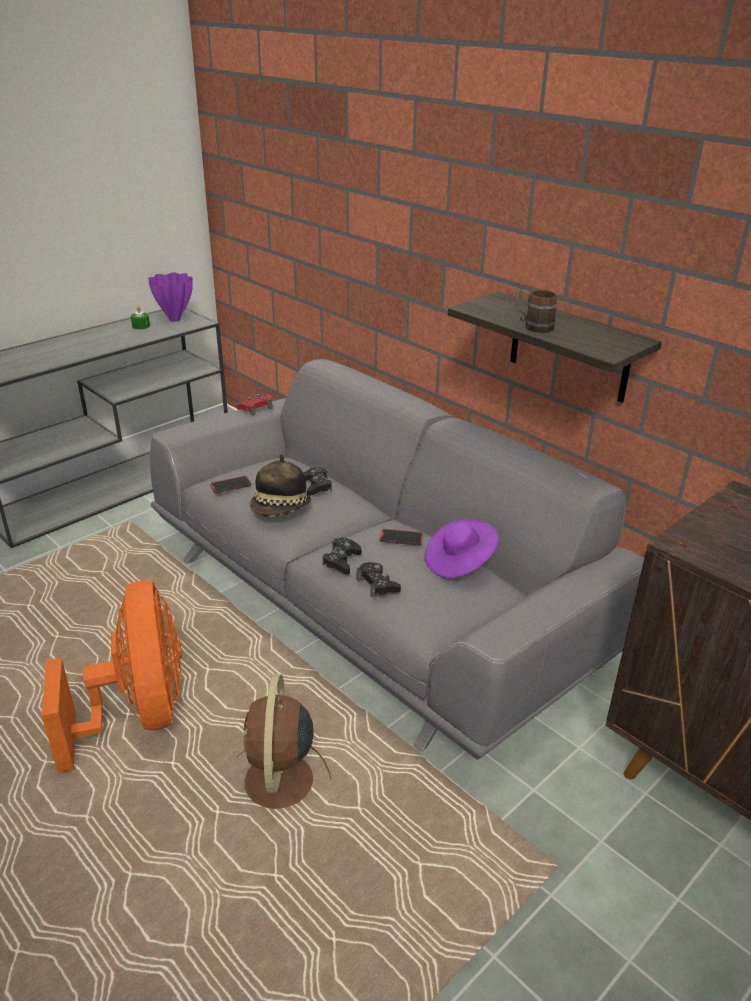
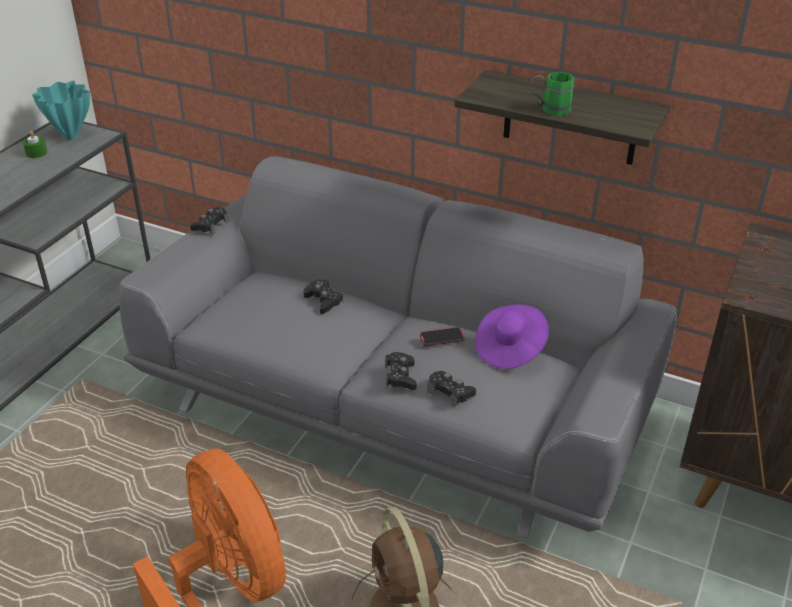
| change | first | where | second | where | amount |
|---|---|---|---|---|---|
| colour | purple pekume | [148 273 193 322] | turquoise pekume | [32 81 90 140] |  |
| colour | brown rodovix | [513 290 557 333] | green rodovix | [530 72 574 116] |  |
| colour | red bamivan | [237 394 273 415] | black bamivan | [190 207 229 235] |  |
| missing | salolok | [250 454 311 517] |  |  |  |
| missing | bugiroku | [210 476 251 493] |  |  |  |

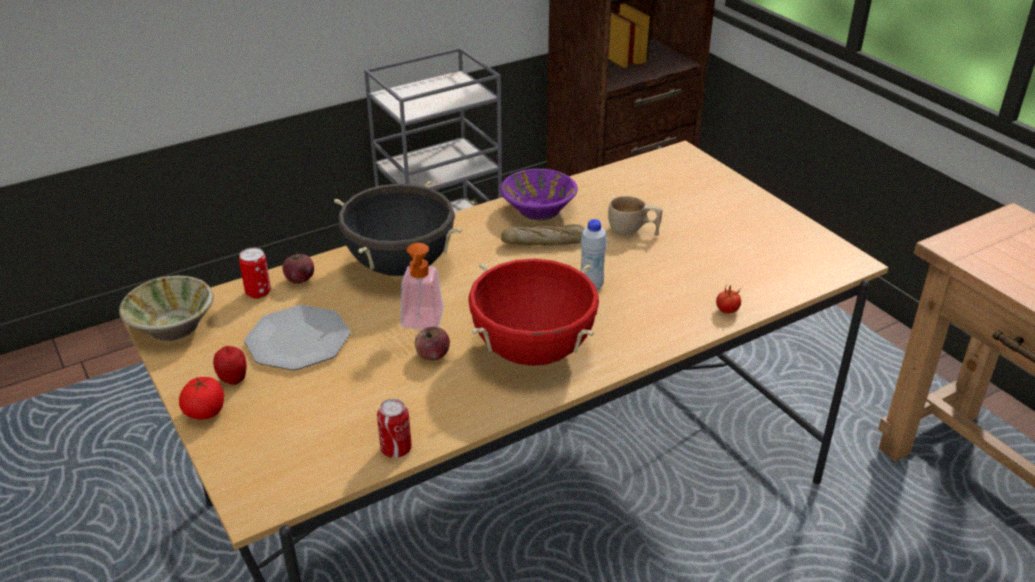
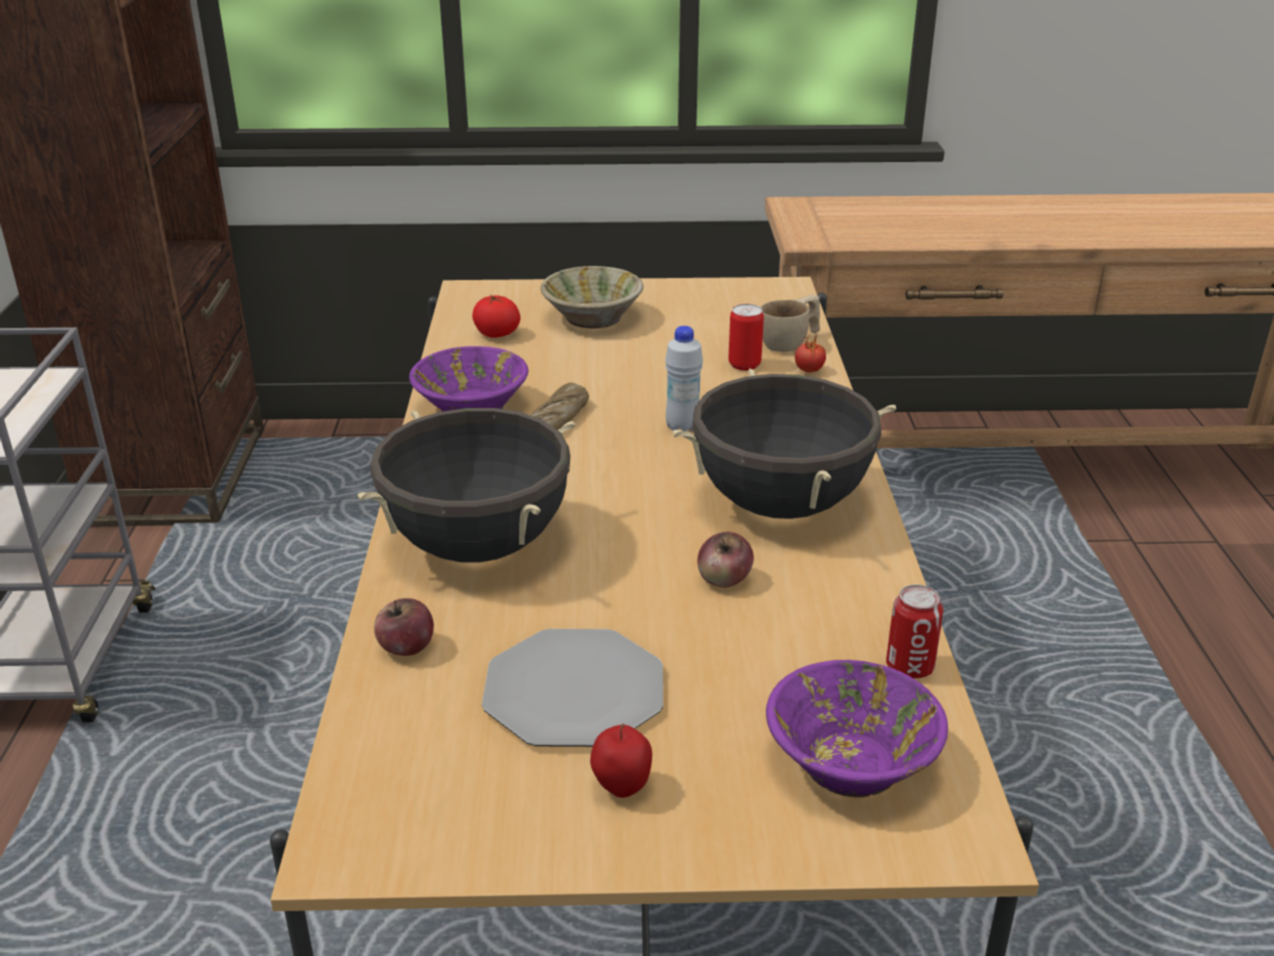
| change | first | where | second | where | amount |
|---|---|---|---|---|---|
| relocated | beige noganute | [608 196 663 236] |  | [761 295 820 352] |  |
| missing | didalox | [401 243 443 329] |  |  |  |
| relocated | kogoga | [239 248 271 299] |  | [729 304 764 371] |  |
| colour | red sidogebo | [468 259 599 366] | black sidogebo | [673 369 896 519] |  |
| relocated | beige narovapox | [119 276 214 341] |  | [541 266 643 329] |  |
| relocated | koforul | [179 377 224 420] |  | [472 294 520 338] |  |
| appeared |  |  | purple narovapox | [766 660 948 797] |  |

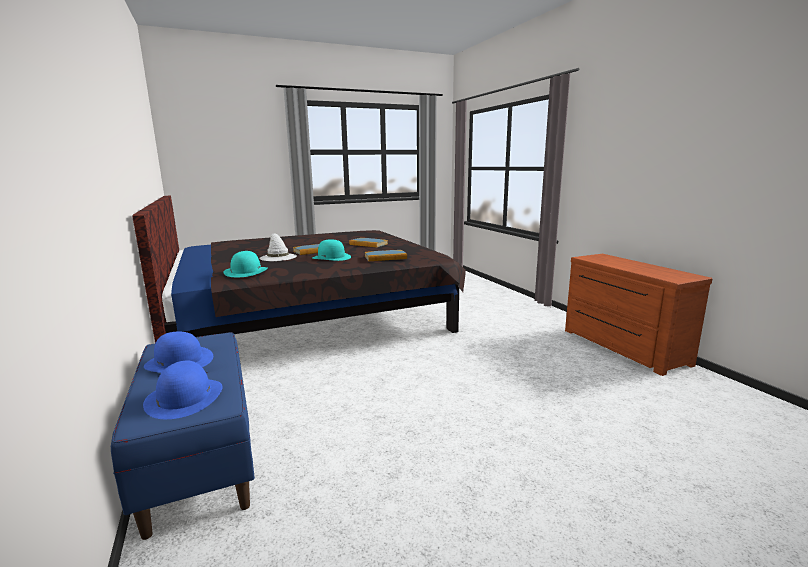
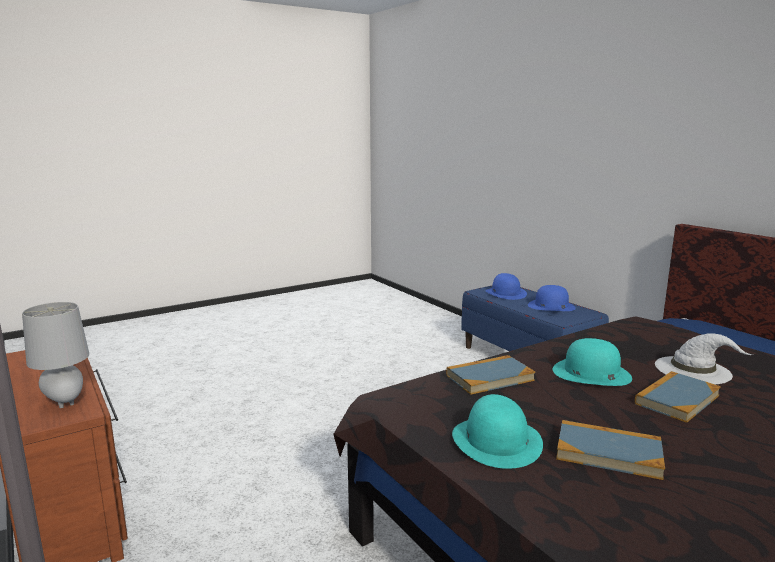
| change | first | where | second | where | amount |
|---|---|---|---|---|---|
| relocated | turquoise salolok | [224 251 268 277] |  | [452 394 543 469] |  |
| appeared |  |  | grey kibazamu | [22 302 89 408] |  |

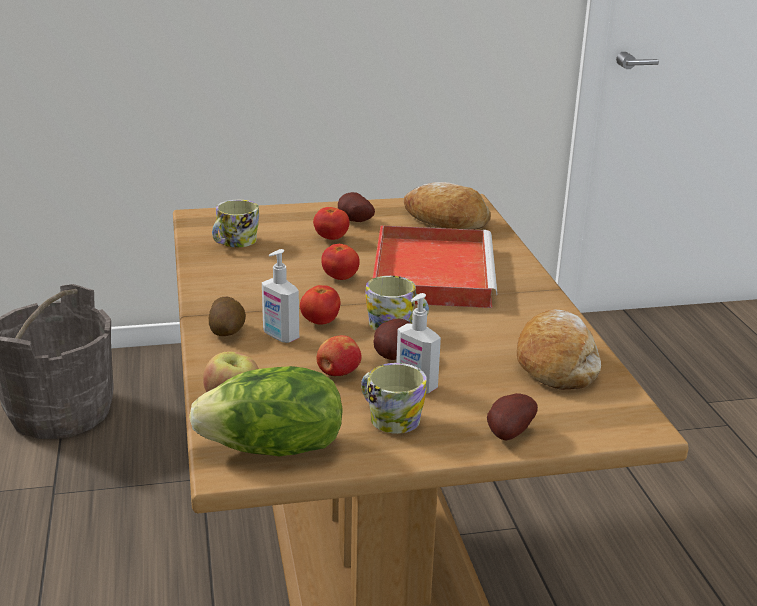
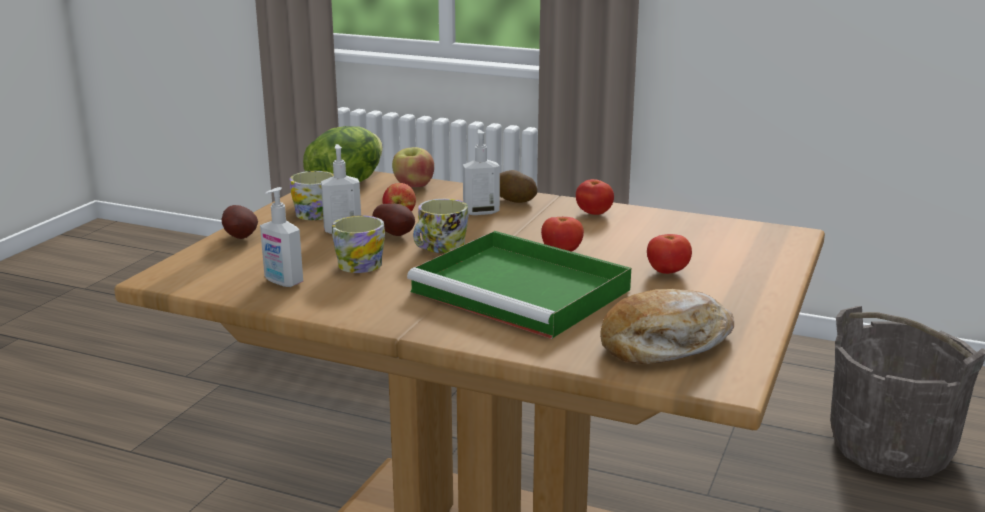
| change | first | where | second | where | amount |
|---|---|---|---|---|---|
| missing | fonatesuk | [338 192 375 222] |  |  |  |
| relocated | rodovix | [212 200 259 247] |  | [332 215 385 273] |  |
| colour | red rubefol | [372 225 497 308] | green rubefol | [407 231 631 339] |  |
| relocated | koforul | [300 285 341 325] |  | [576 179 614 215] |  |
| exchanged | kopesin | [517 309 601 390] | didalox | [260 187 303 287] |  |

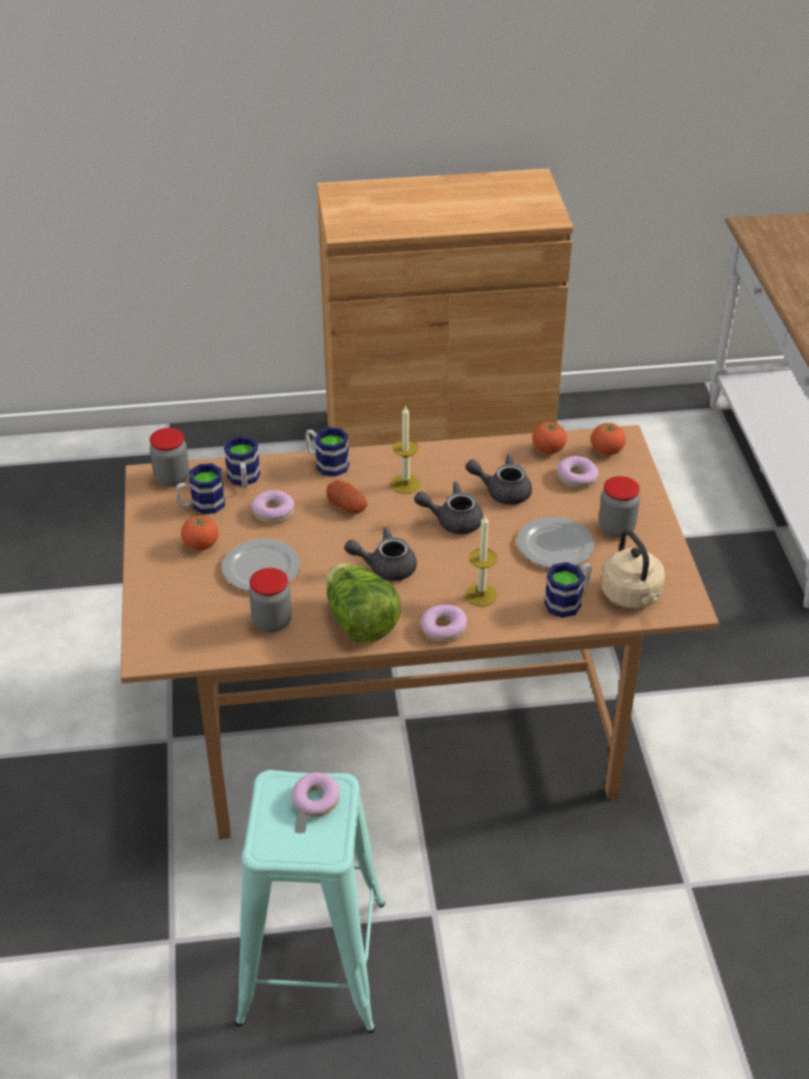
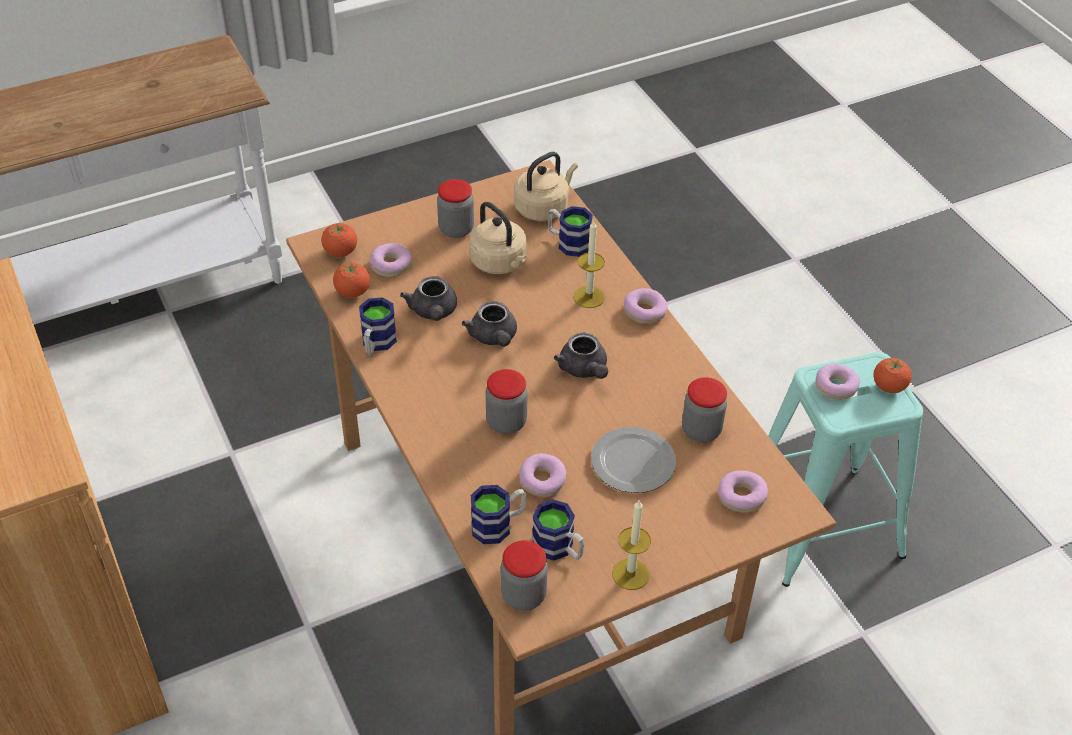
| change | first | where | second | where | amount |
|---|---|---|---|---|---|
| relocated | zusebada | [391 405 421 494] |  | [612 500 651 590] |  |
| relocated | rodovix | [305 427 349 477] |  | [359 297 397 355] |  |
| exchanged | fonatesuk | [327 480 368 514] | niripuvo | [486 369 527 434] |  |
| relocated | koforul | [181 515 218 550] |  | [873 358 912 393] |  |
| exchanged | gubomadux | [517 517 594 568] | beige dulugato | [469 202 527 274] |  |
| missing | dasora | [326 563 401 643] |  |  |  |
| appeared |  |  | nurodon | [718 471 768 513] |  |

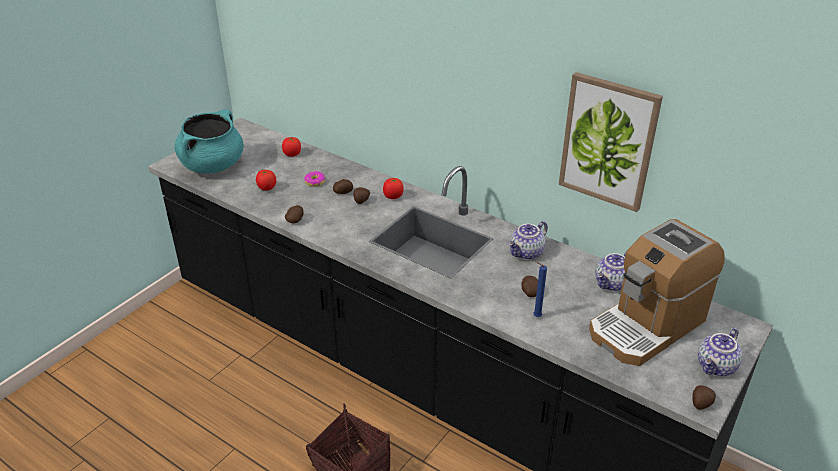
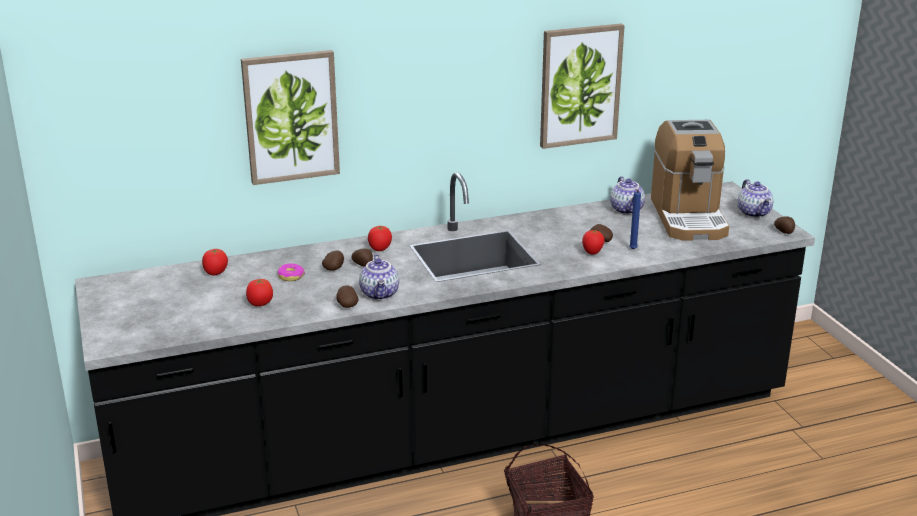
| change | first | where | second | where | amount |
|---|---|---|---|---|---|
| missing | turquoise sidogebo | [174 110 243 173] |  |  |  |
| relocated | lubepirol | [508 221 548 260] |  | [359 254 399 300] |  |
| appeared |  |  | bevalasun | [241 50 340 185] |  |
| appeared |  |  | koforul | [582 230 605 255] |  |

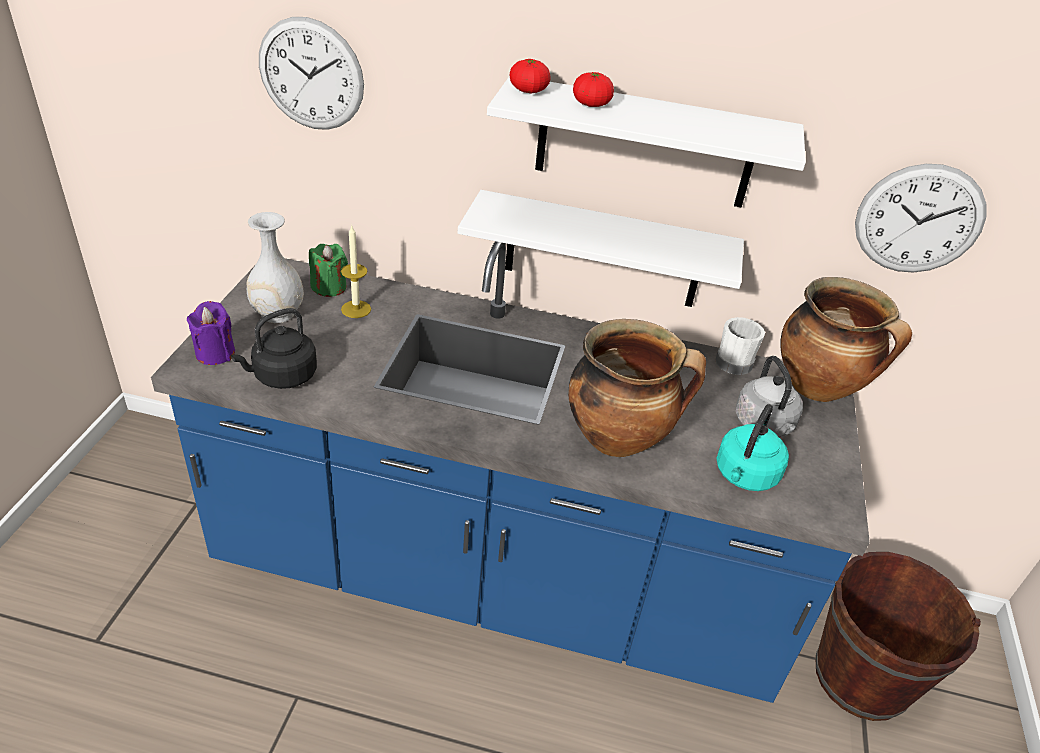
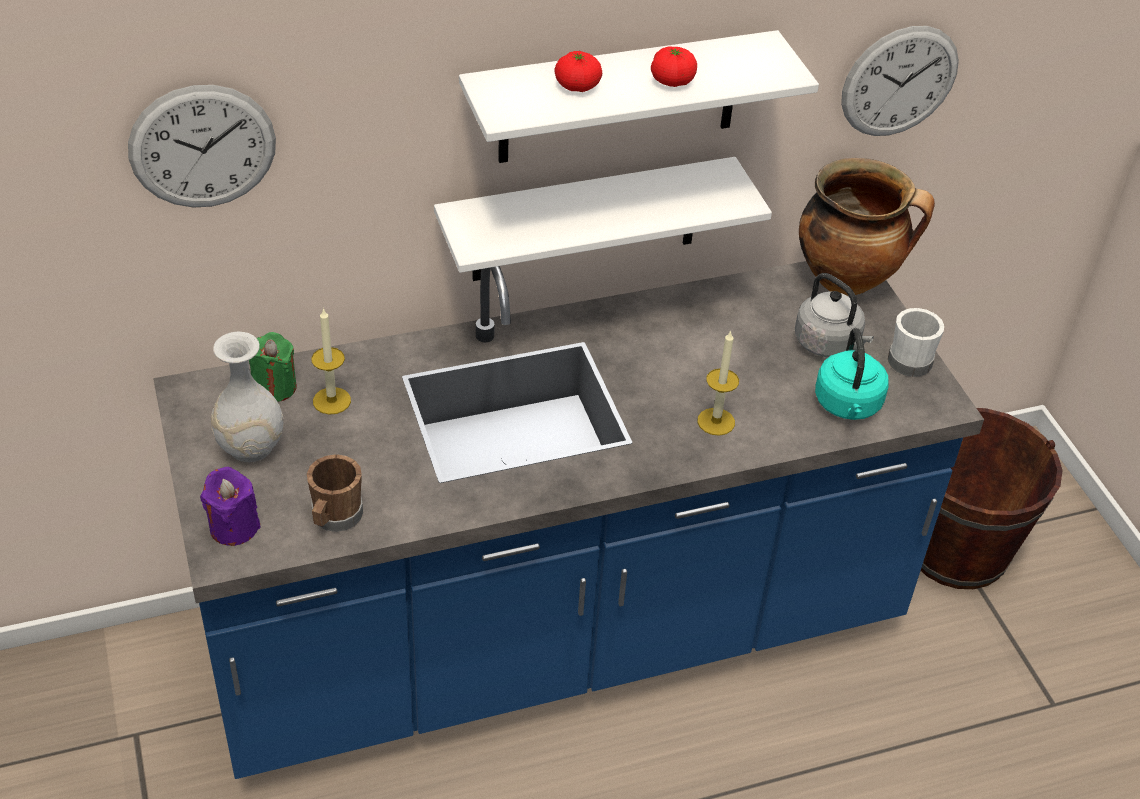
| change | first | where | second | where | amount |
|---|---|---|---|---|---|
| relocated | koforul | [510 59 551 93] |  | [651 46 697 87] |  |
| exchanged | black dulugato | [231 308 317 389] | brown rodovix | [307 454 363 532] |  |
| relocated | white rodovix | [715 317 765 375] |  | [888 308 944 377] |  |
| exchanged | sidogebo | [568 319 706 457] | zusebada | [697 330 739 436] |  |

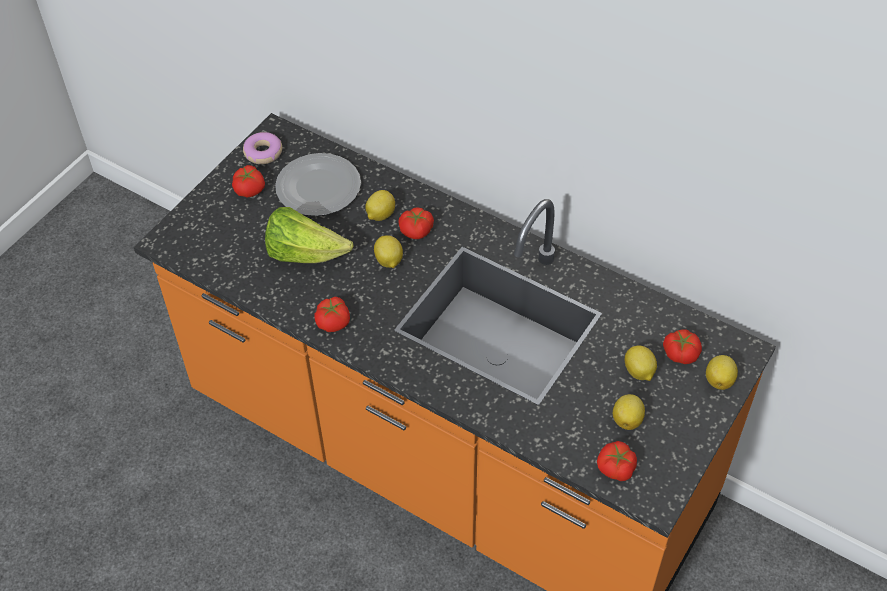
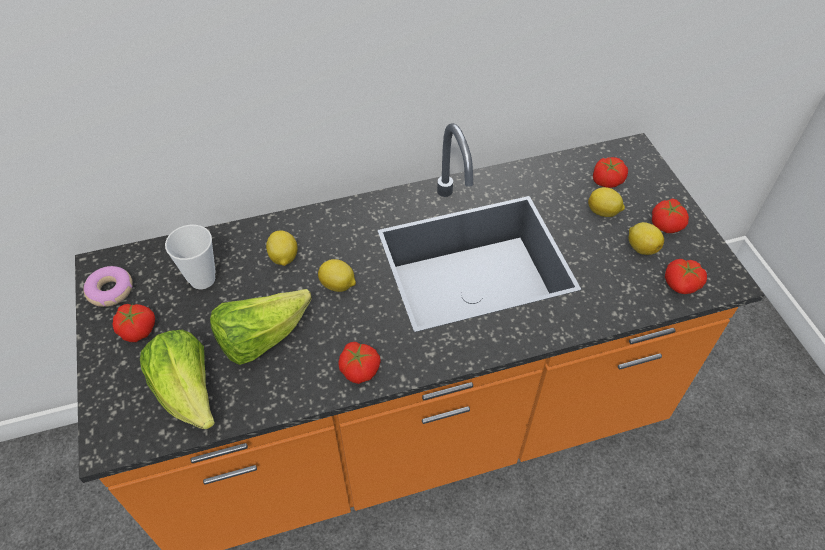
| change | first | where | second | where | amount |
|---|---|---|---|---|---|
| exchanged | gubomadux | [275 153 361 216] | noganute | [165 225 216 289] |  |
| relocated | koforul | [398 207 434 239] |  | [652 199 689 233] |  |
| missing | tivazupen | [706 355 738 390] |  |  |  |
| appeared |  |  | dasora | [140 330 215 429] |  |

